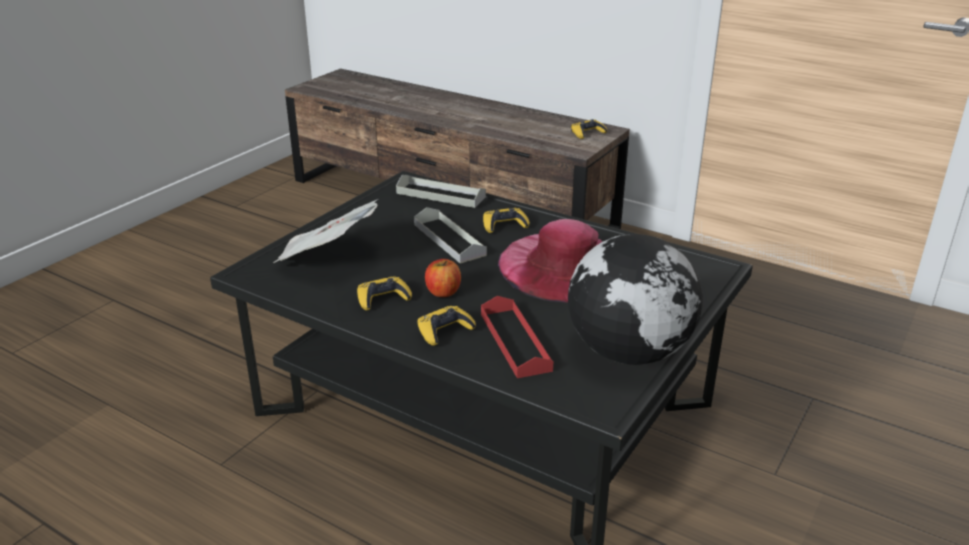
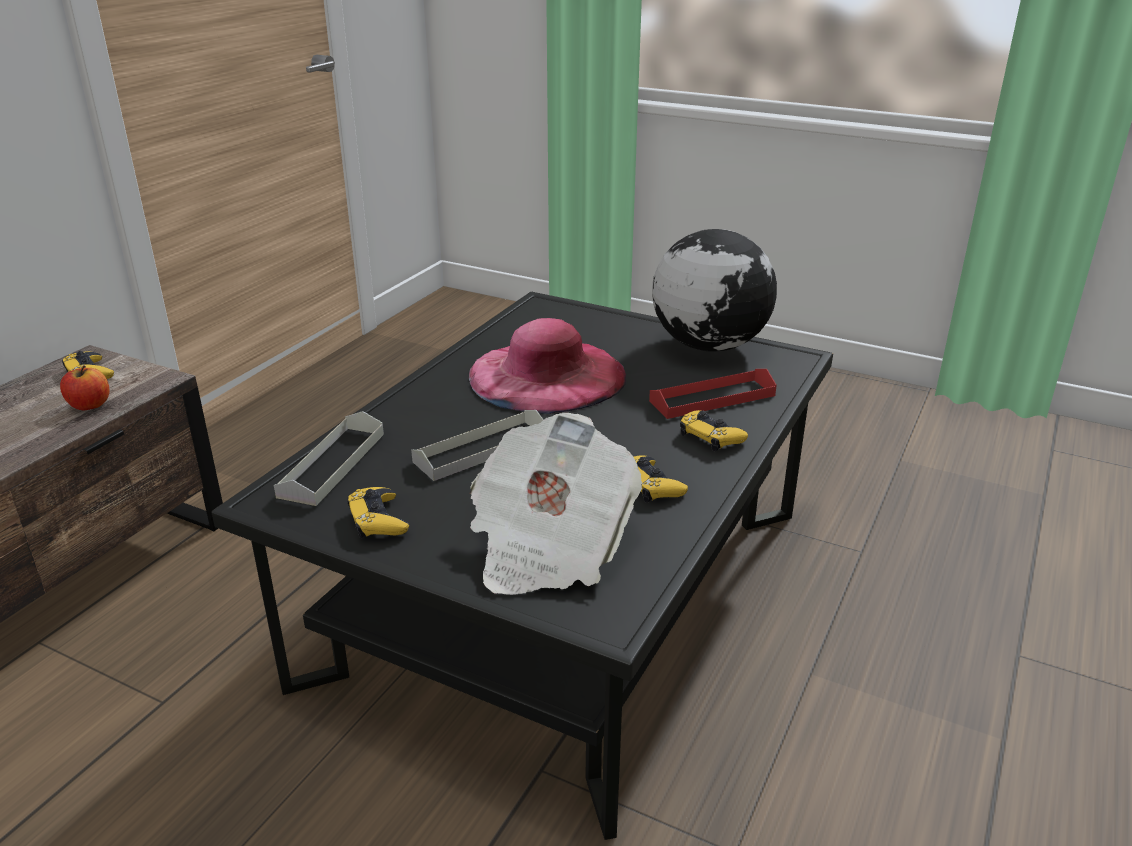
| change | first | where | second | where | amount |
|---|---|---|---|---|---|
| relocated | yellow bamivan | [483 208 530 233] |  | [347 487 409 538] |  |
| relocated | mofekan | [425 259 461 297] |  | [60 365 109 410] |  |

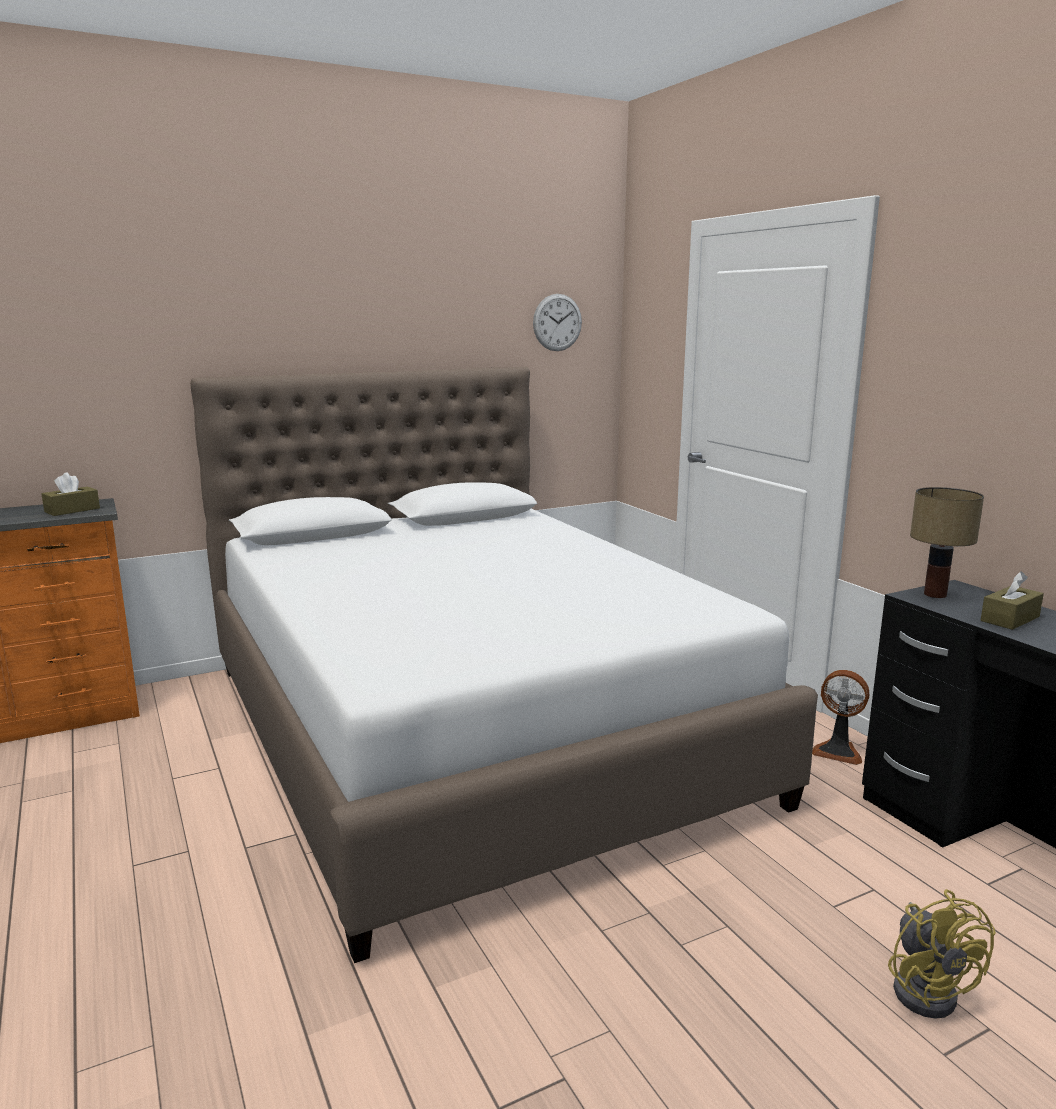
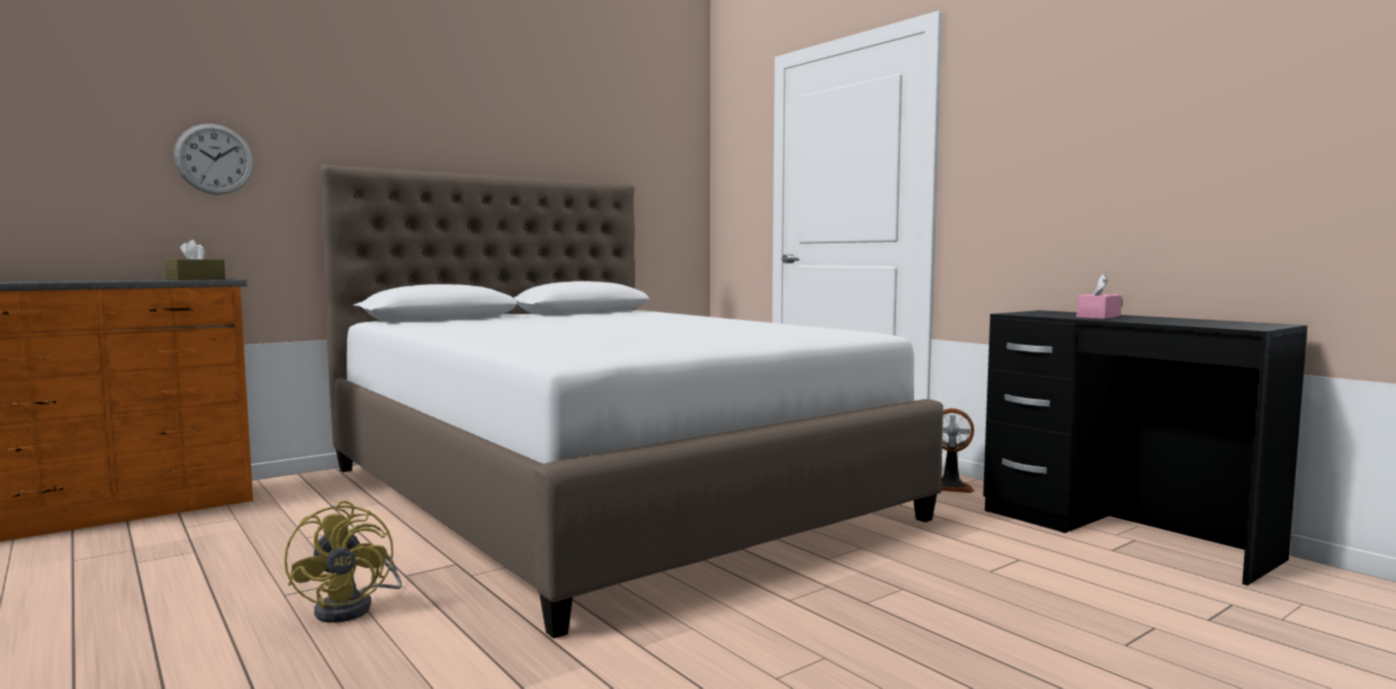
| change | first | where | second | where | amount |
|---|---|---|---|---|---|
| relocated | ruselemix | [533 294 582 351] |  | [174 124 254 195] |  |
| missing | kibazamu | [910 487 984 598] |  |  |  |
| colour | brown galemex | [981 571 1044 630] | pink galemex | [1077 274 1122 319] |  |
| relocated | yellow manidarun | [888 889 996 1019] |  | [284 501 402 623] |  |

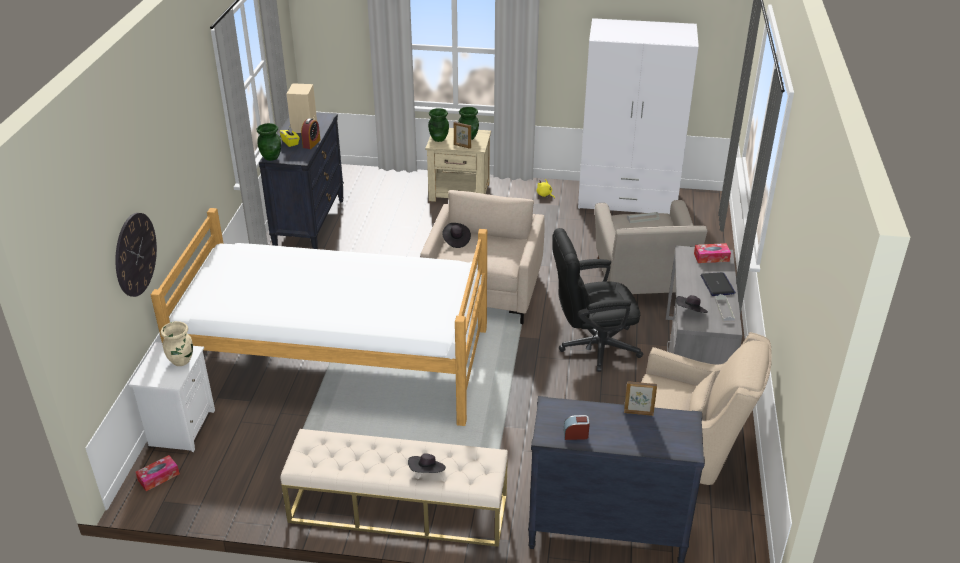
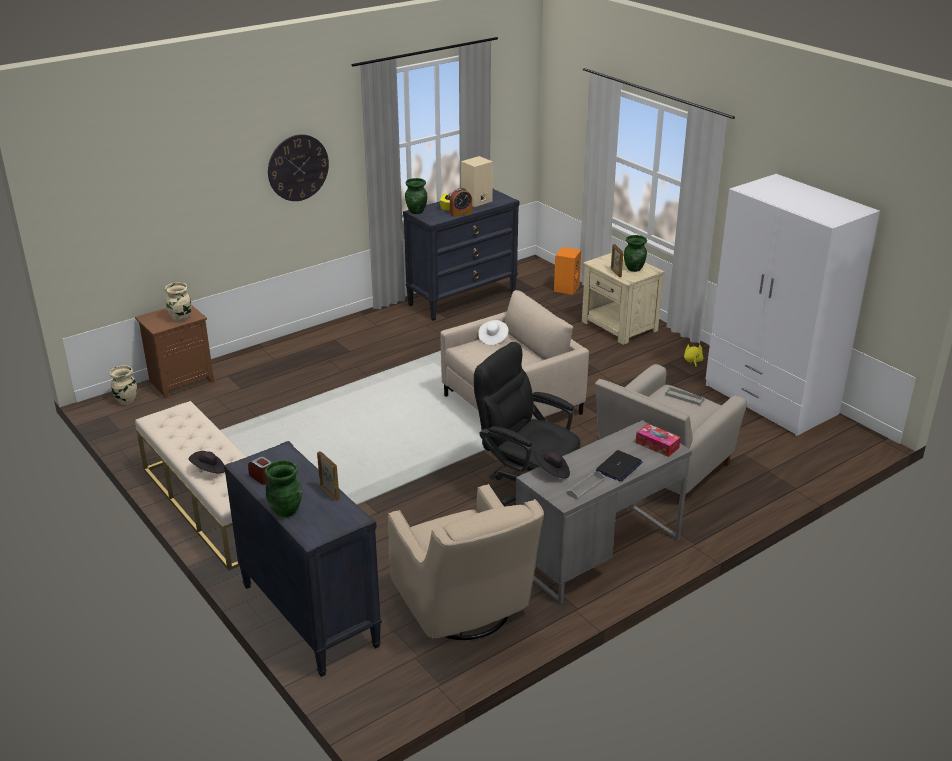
| change | first | where | second | where | amount |
|---|---|---|---|---|---|
| relocated | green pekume | [428 108 449 142] |  | [265 460 302 517] |  |
| missing | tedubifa | [151 208 487 426] |  |  |  |
| relocated | ruselemix | [115 213 157 297] |  | [268 134 329 201] |  |
| colour | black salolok | [442 223 471 248] | white salolok | [478 320 509 345] |  |
| colour | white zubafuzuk | [129 342 215 452] | brown zubafuzuk | [135 305 214 399] |  |
| exchanged | galemex | [136 455 180 491] | beige pekume | [109 365 137 405] |  |
| appeared |  |  | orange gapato | [554 247 581 295] |  |

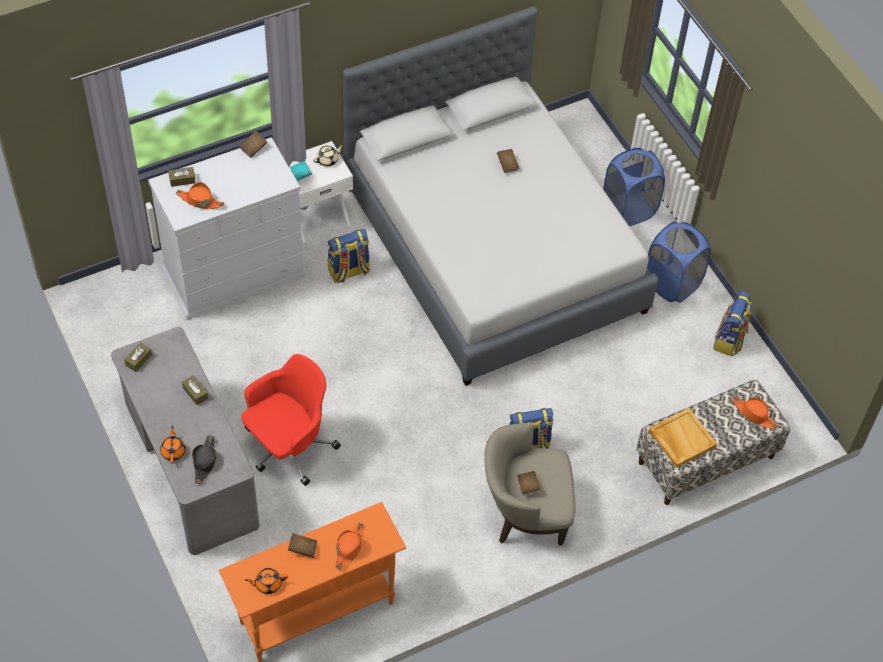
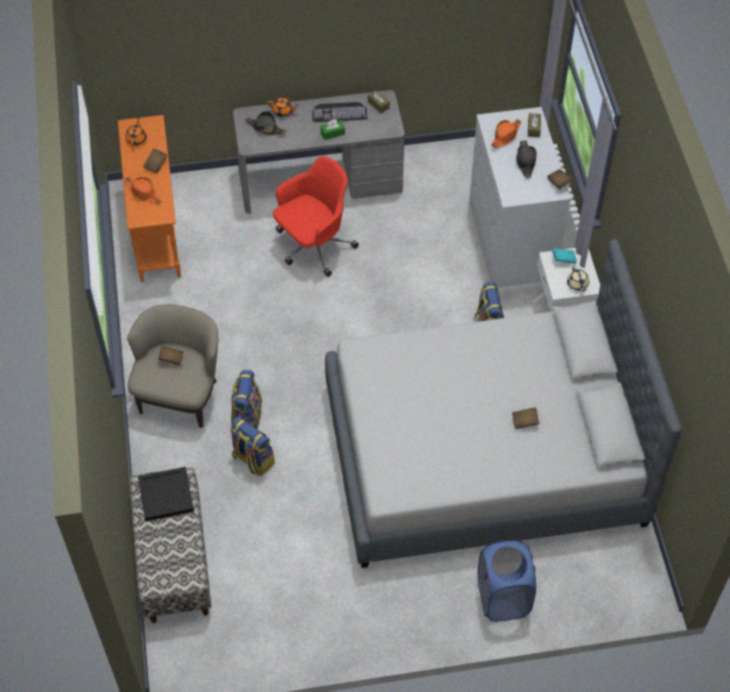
| change | first | where | second | where | amount |
|---|---|---|---|---|---|
| missing | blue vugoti | [647 221 711 303] |  |  |  |
| relocated | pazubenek | [713 292 752 356] |  | [230 416 275 476] |  |
| spun | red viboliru | [241 354 341 486] |  | [273 156 359 277] | 105 degrees counterclockwise |
| colour | brown galemex | [182 375 208 405] | green galemex | [321 119 345 140] |  |
| missing | orange salolok | [733 395 778 430] |  |  |  |
| colour | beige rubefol | [648 408 717 468] | black rubefol | [138 467 194 521] |  |
| appeared |  |  | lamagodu | [311 102 368 122] |  |
| appeared |  |  | black salolok | [516 140 537 178] |  |

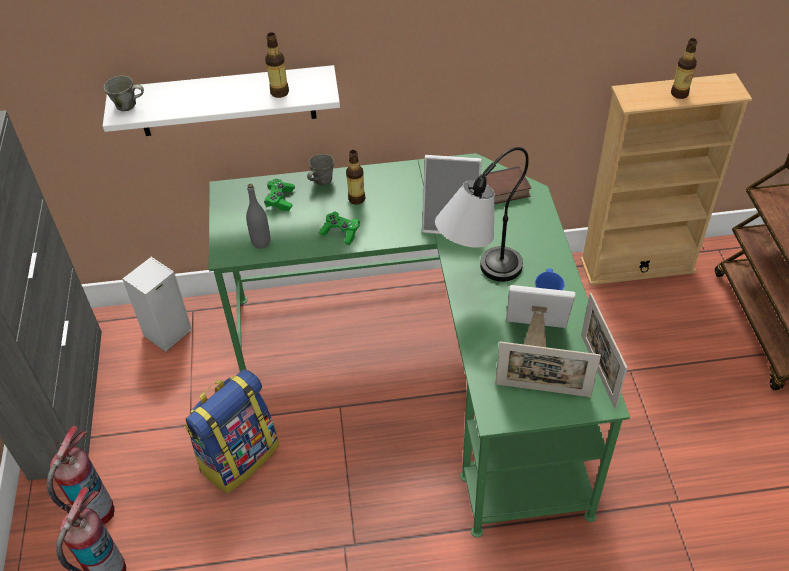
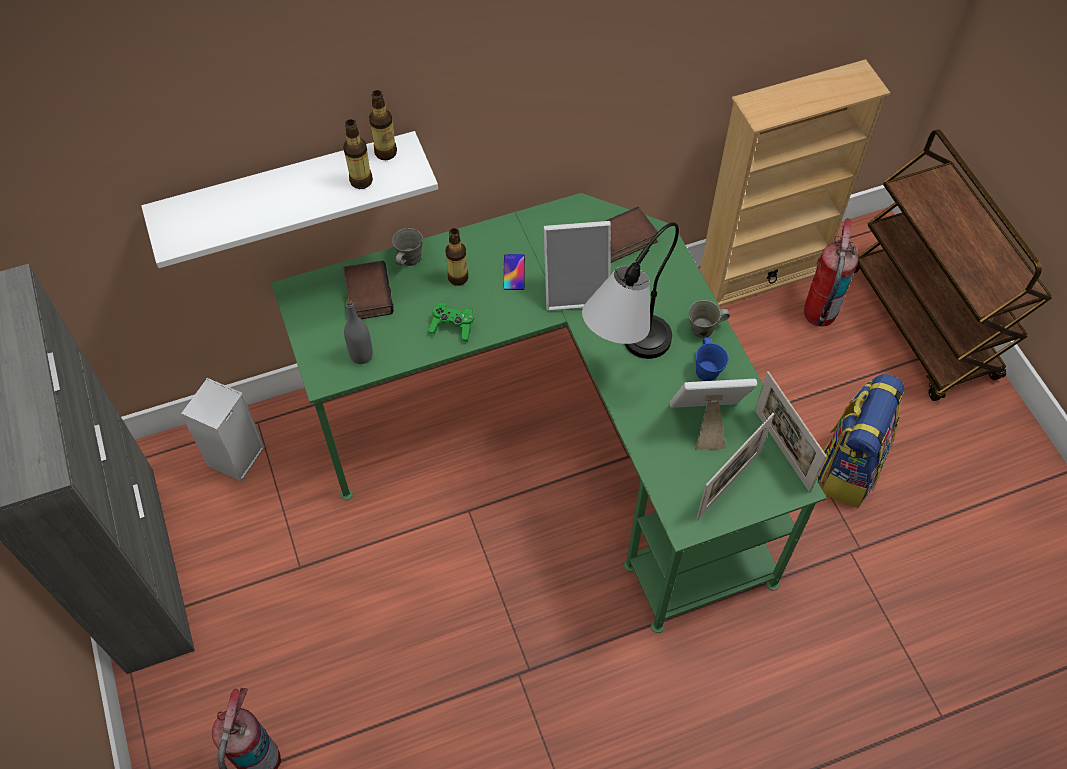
| change | first | where | second | where | amount |
|---|---|---|---|---|---|
| relocated | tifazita | [671 38 697 99] |  | [369 90 397 160] |  |
| relocated | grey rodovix | [104 76 144 111] |  | [688 300 730 338] |  |
| exchanged | green bamivan | [264 179 295 211] | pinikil | [343 261 394 319] |  |
| spun | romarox | [495 342 601 397] |  | [696 413 774 520] | 45 degrees counterclockwise |
| relocated | pazubenek | [184 369 279 494] |  | [816 374 904 508] |  |
| relocated | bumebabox | [47 426 115 524] |  | [804 218 858 327] |  |
| appeared |  |  | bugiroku | [504 254 525 290] |  |

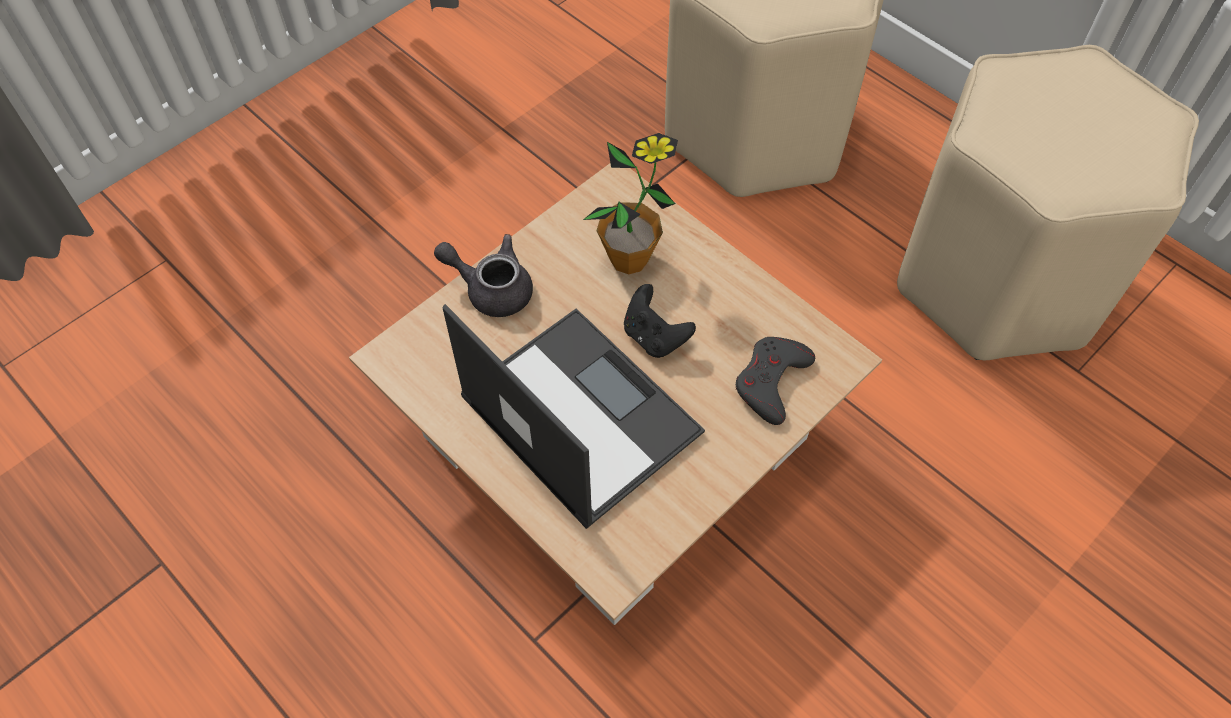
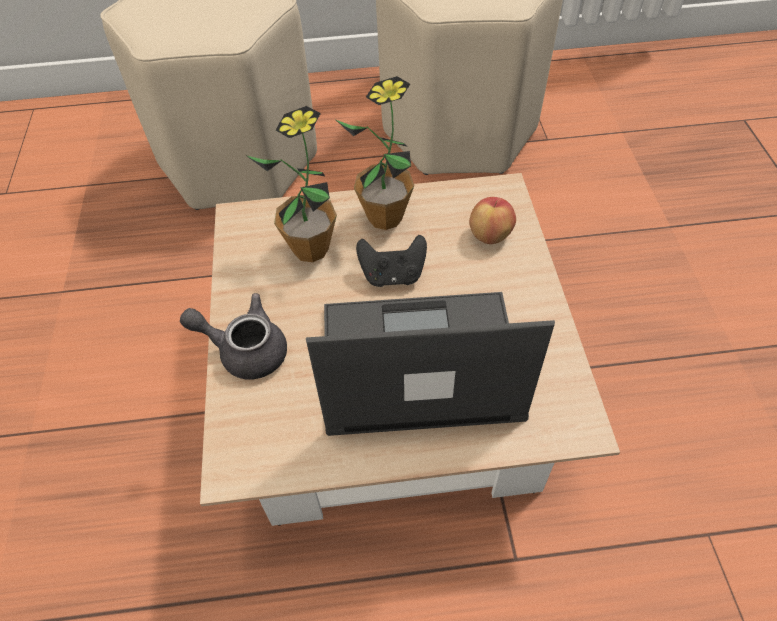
| change | first | where | second | where | amount |
|---|---|---|---|---|---|
| spun | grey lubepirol | [434 234 533 317] |  | [180 293 287 380] | 45 degrees clockwise |
| exchanged | grey bamivan | [736 337 815 425] | mofekan | [469 197 516 244] |  |
| appeared |  |  | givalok | [336 76 414 230] |  |

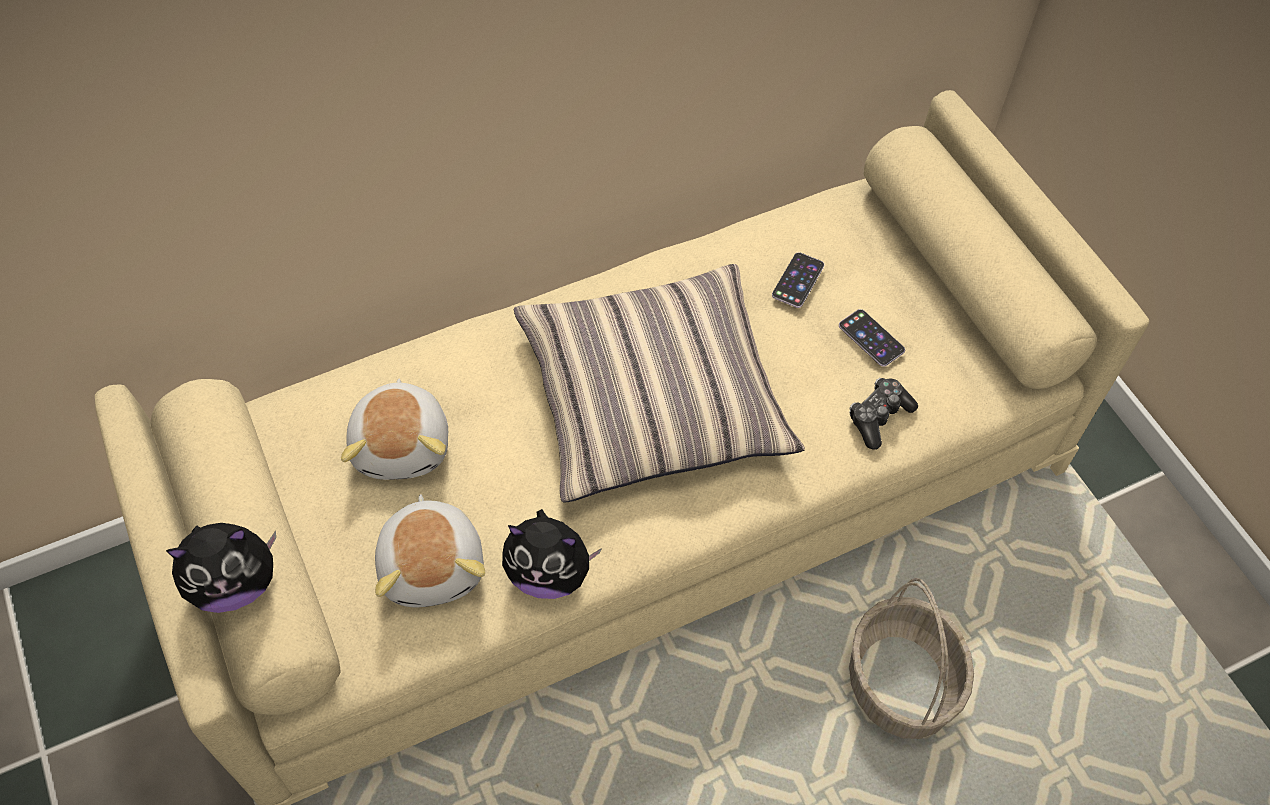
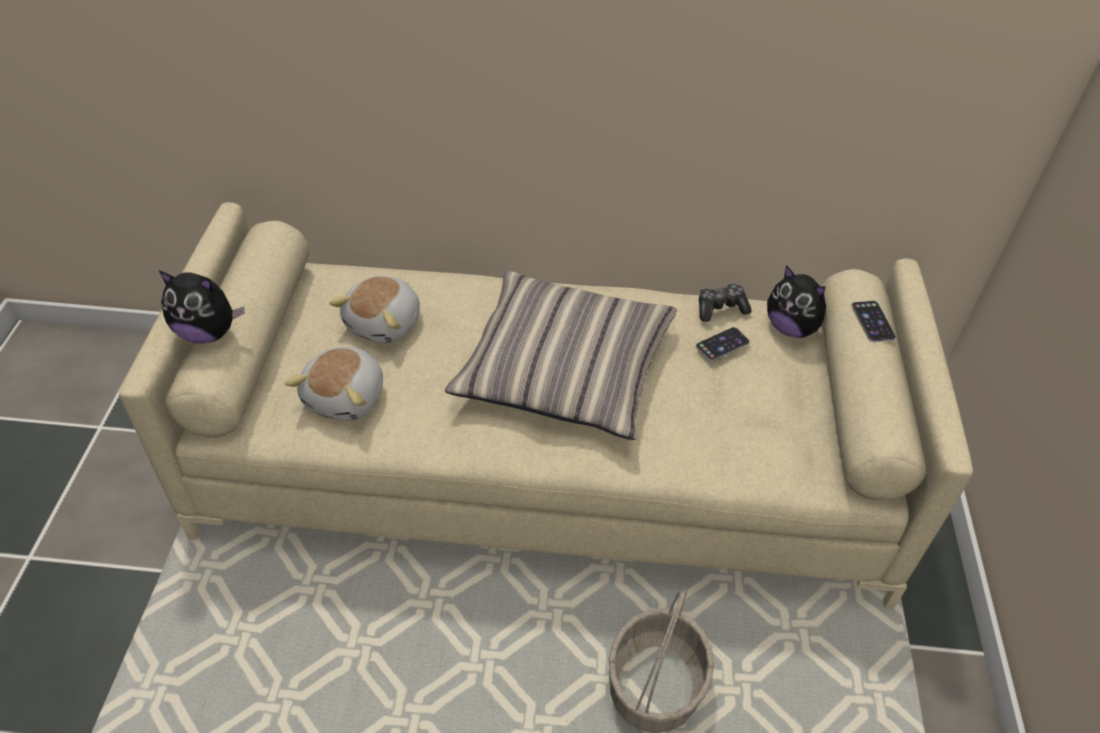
| change | first | where | second | where | amount |
|---|---|---|---|---|---|
| relocated | bugiroku | [839 309 905 367] |  | [851 301 896 342] |  |
| relocated | bamivan | [849 378 918 450] |  | [699 283 752 322] |  |
| relocated | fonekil | [502 509 602 599] |  | [767 265 826 338] |  |

